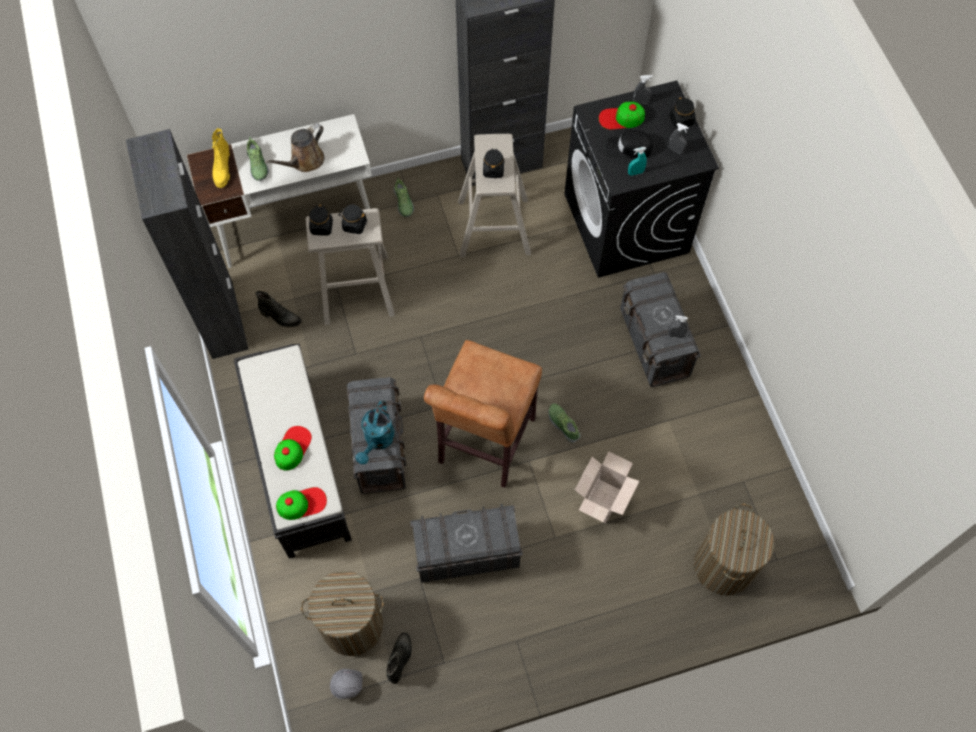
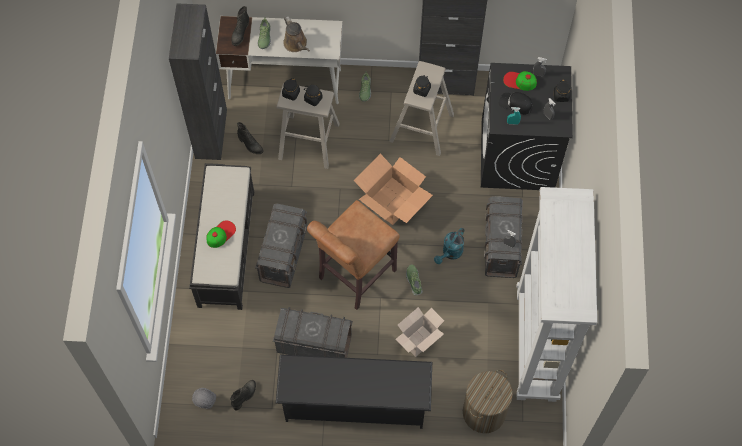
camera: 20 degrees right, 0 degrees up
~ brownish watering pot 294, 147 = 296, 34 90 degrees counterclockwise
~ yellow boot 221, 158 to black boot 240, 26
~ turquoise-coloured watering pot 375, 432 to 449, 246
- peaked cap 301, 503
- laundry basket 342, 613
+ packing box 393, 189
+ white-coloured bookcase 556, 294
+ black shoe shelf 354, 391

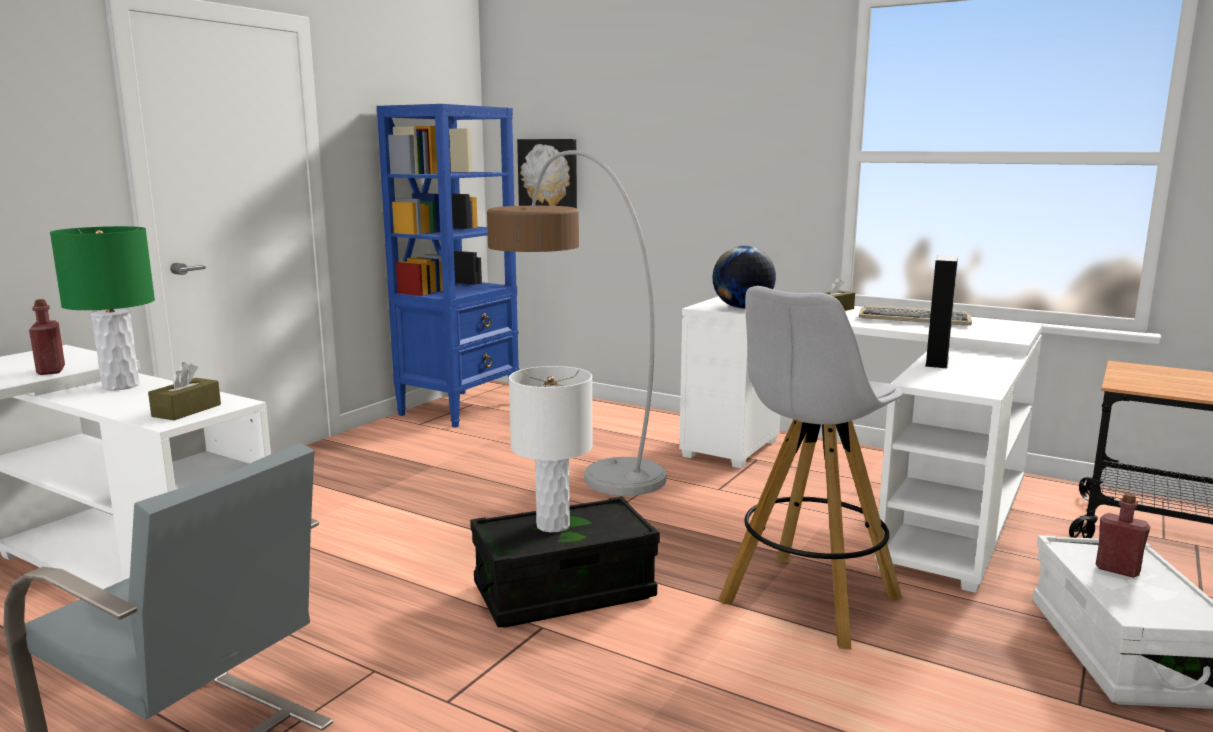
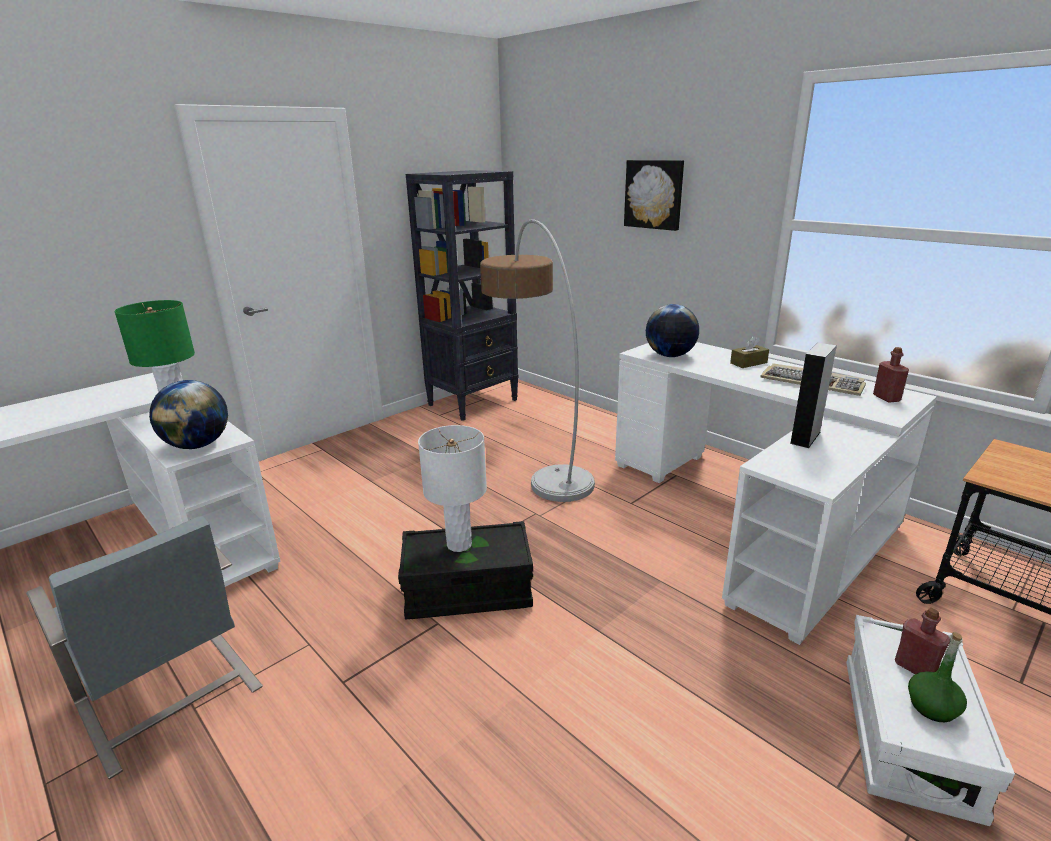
camera: 15 degrees right, 10 degrees up
~ blue bookcase 448, 266 to black bookcase 462, 295
~ wall picture 547, 173 to 654, 195
- white-coloured stool seat 810, 468
~ red beverage bottle 47, 337 to 891, 375
~ brownish box of tissues 184, 391 to globe 188, 414
+ green beverage bottle 937, 677

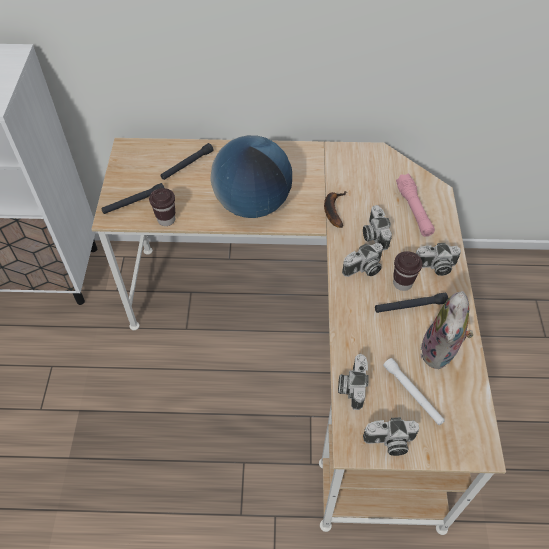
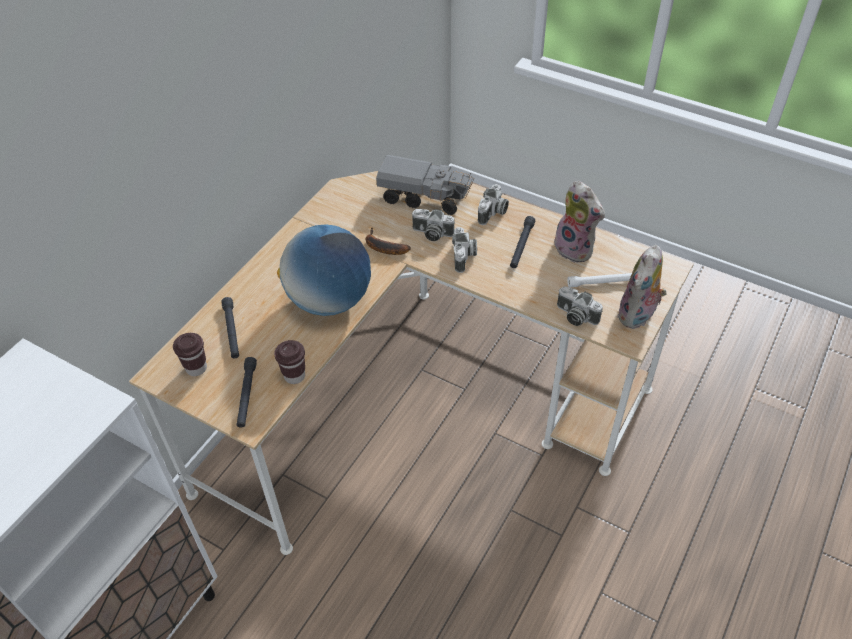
camera: 60 degrees left, 5 degrees down
~ pinkish torch 415, 205 to model truck 425, 185
~ brownish drinking cup 408, 271 to 190, 354
~ photo camera 391, 436 to cuddly toy 642, 287

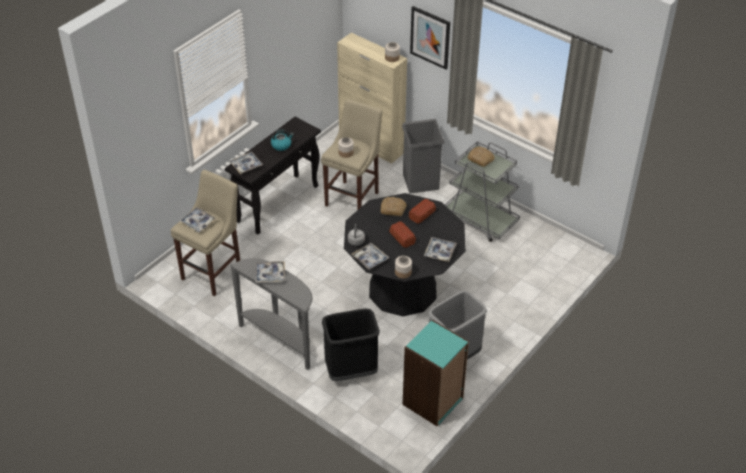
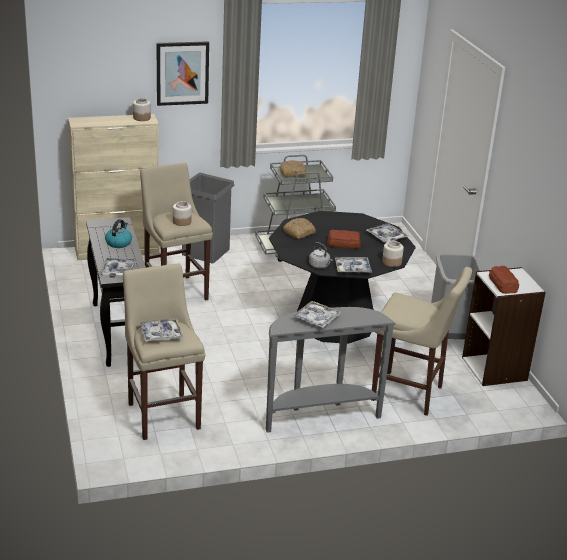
camera: 55 degrees left, 15 degrees down
~ bakery bread 422, 211 to 504, 280
~ black trash can 351, 345 to beige-coloured stool seat 421, 341
~ turquoise-coloured bookcase 436, 373 to white-coloured bookcase 504, 326

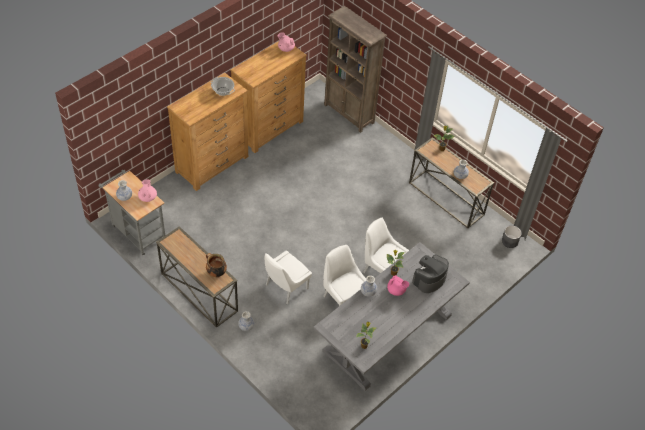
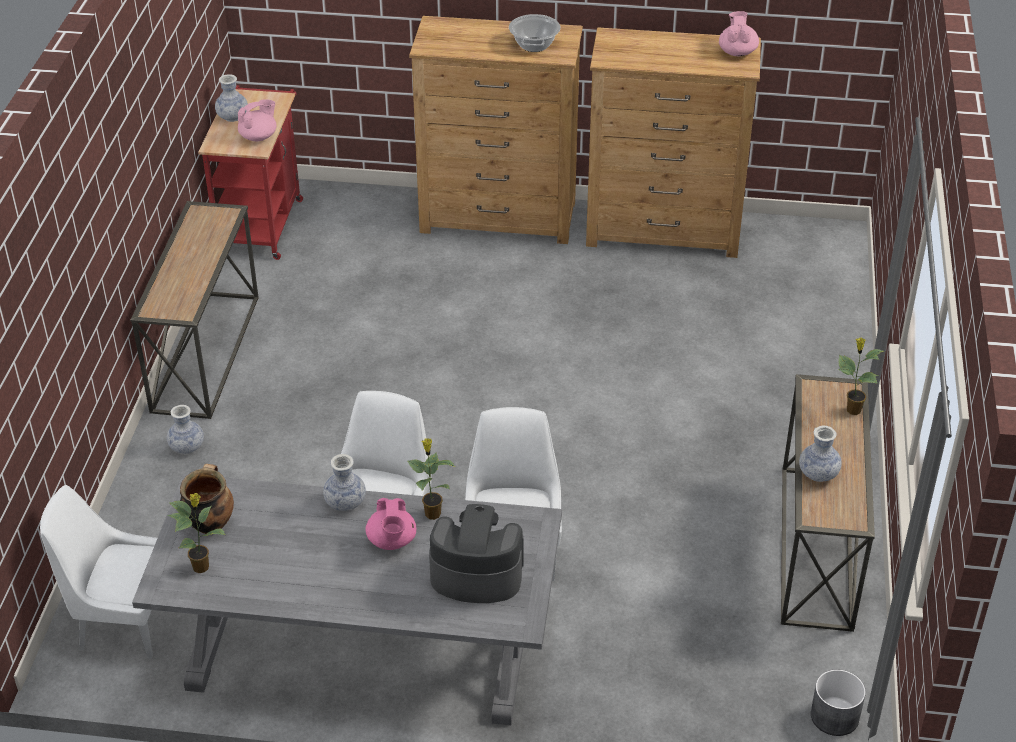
camera: 55 degrees right, 10 degrees down
- brownish bookcase 355, 69
~ grey trolley 132, 212 to red trolley 250, 172
~ white-coloured upright chair 288, 277 to 98, 572
~ cooking pot 216, 265 to 207, 499

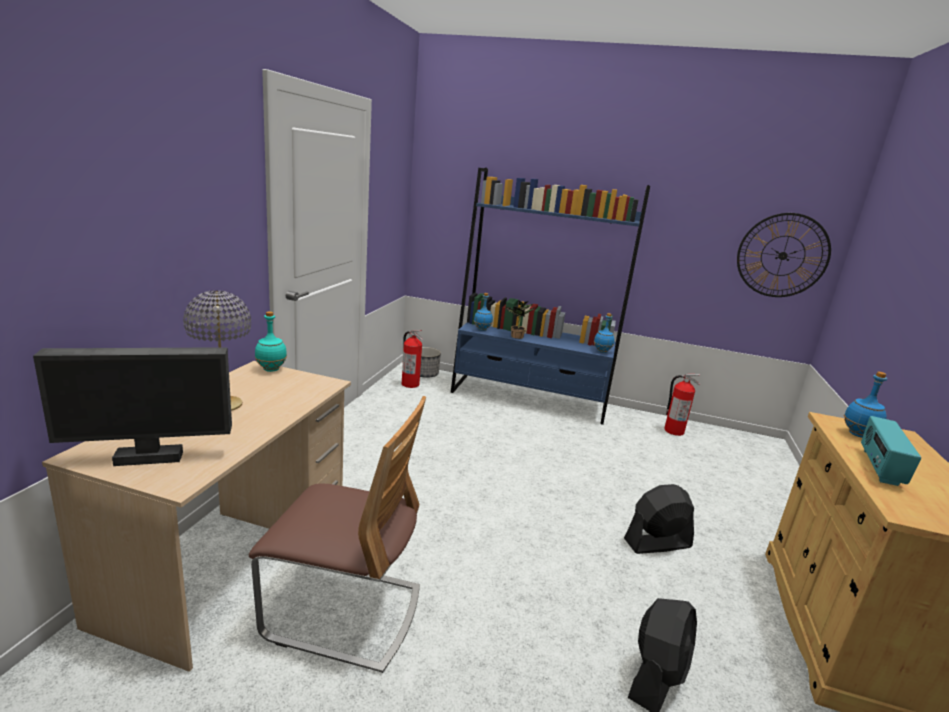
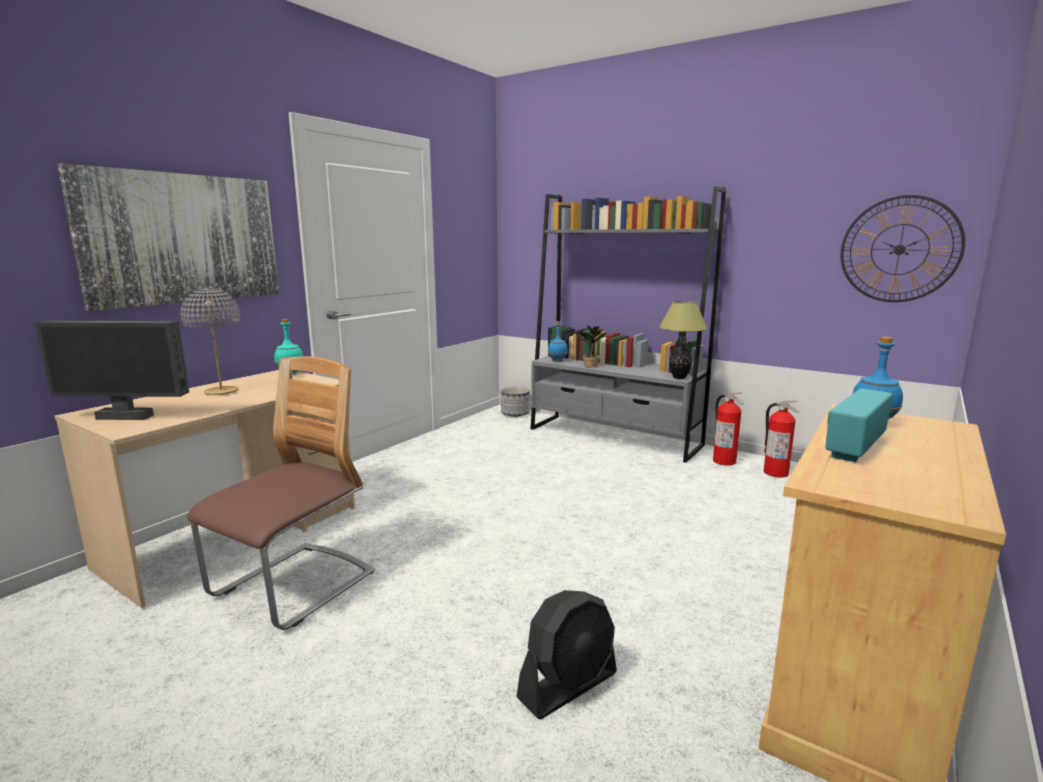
camera: 20 degrees right, 5 degrees down
~ blue bookcase 550, 296 to grey bookcase 628, 324
~ blue beverage bottle 604, 333 to table lamp 683, 340
~ fire extinguisher 412, 359 to 728, 429
~ upright chair 337, 534 = 281, 493 90 degrees counterclockwise
- black cooling fan 659, 519
+ wall picture 168, 237

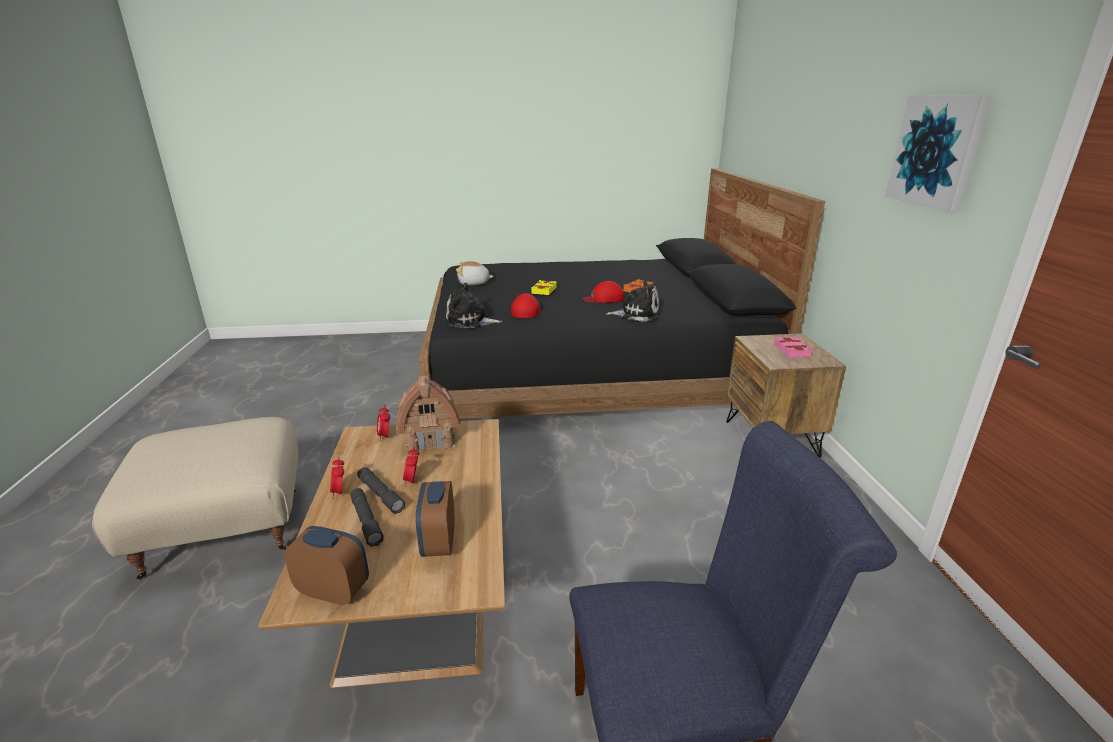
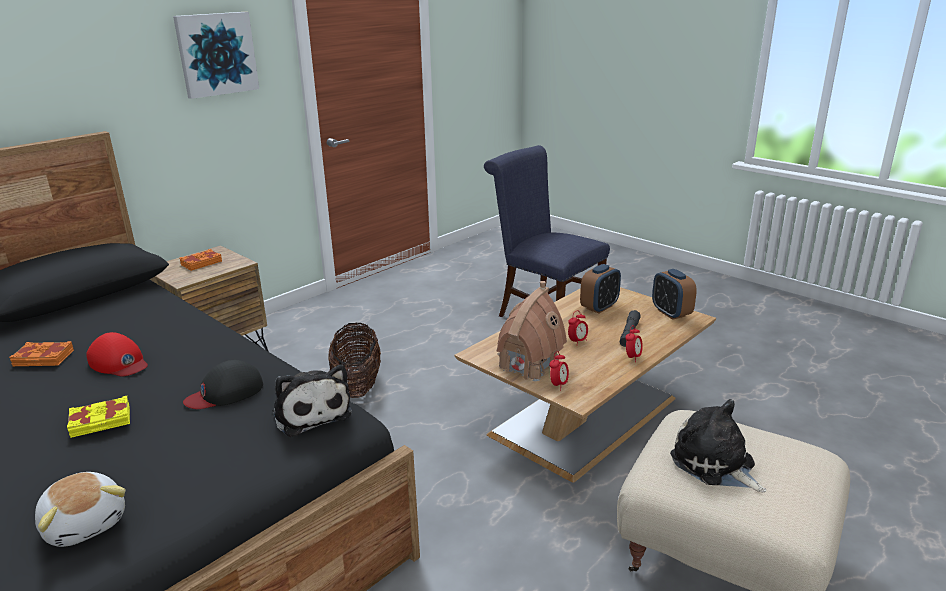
camera: 130 degrees left, 0 degrees up
~ cuddly toy 632, 301 to 718, 445
~ red peaked cap 526, 305 to black peaked cap 223, 384
~ pinkish bound book 793, 347 to orange bound book 201, 260
- grey torch 381, 490
+ basket 354, 360

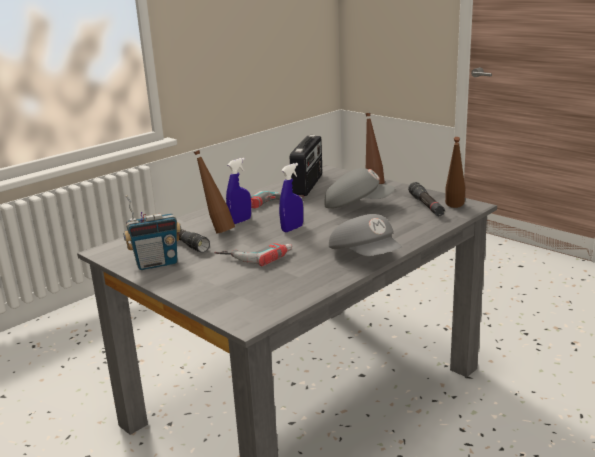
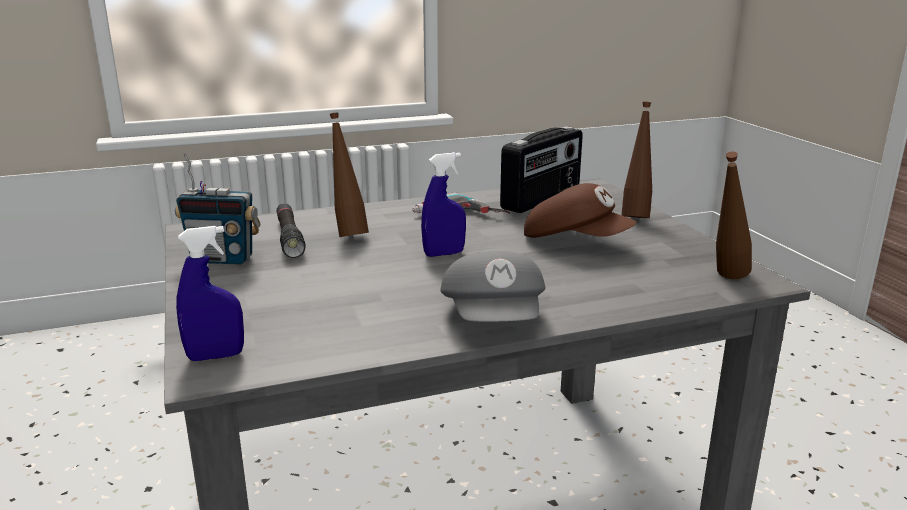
camera: 25 degrees right, 0 degrees up
~ blue spray bottle 238, 191 to 210, 293
~ grey peaked cap 360, 188 to brownish peaked cap 580, 210
- black torch 426, 199
- power drill 253, 255

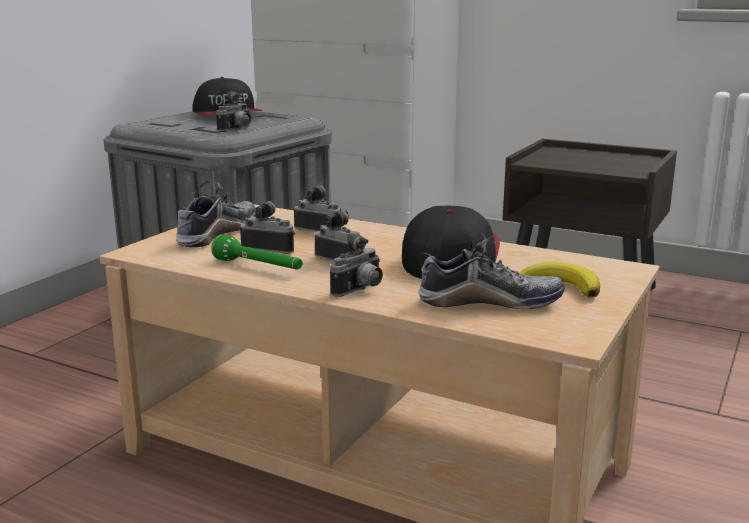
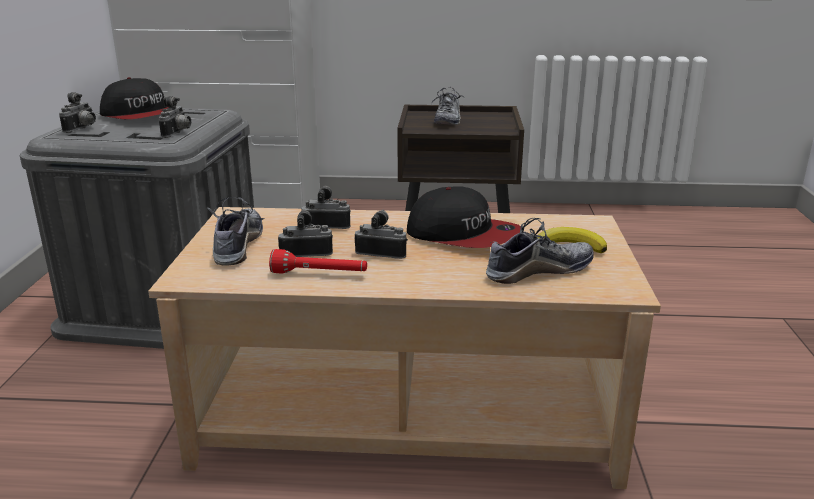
camera: 25 degrees left, 5 degrees up
~ peaked cap 451, 242 = 464, 217 135 degrees clockwise
~ photo camera 356, 265 to 77, 112
~ green torch 256, 252 to red torch 318, 261
+ low shoe 448, 106

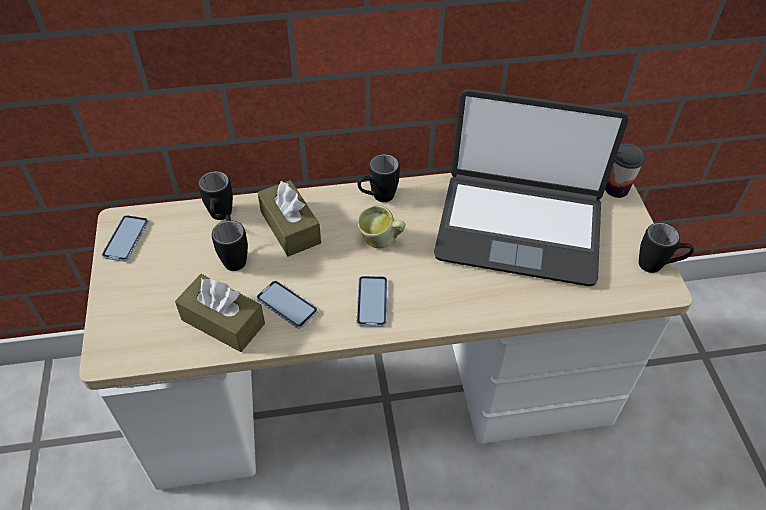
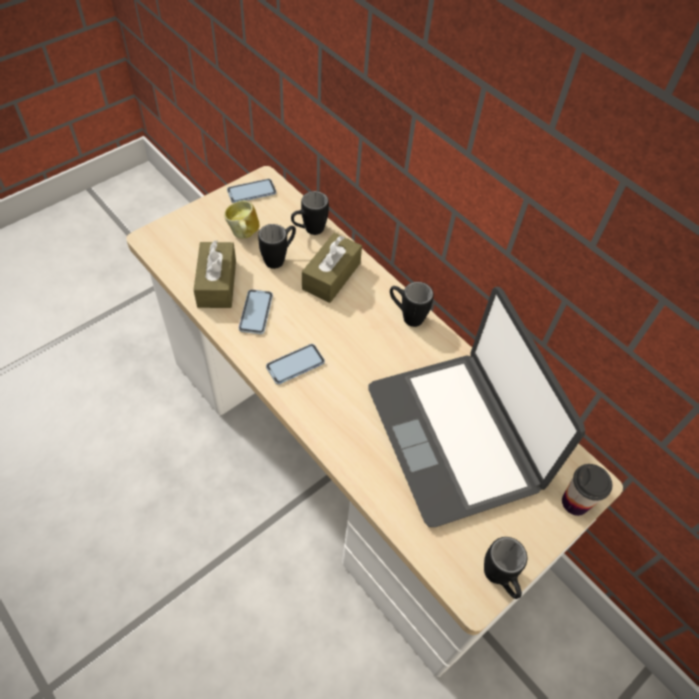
camera: 55 degrees right, 5 degrees up
~ tea mug 381, 226 to 241, 219

